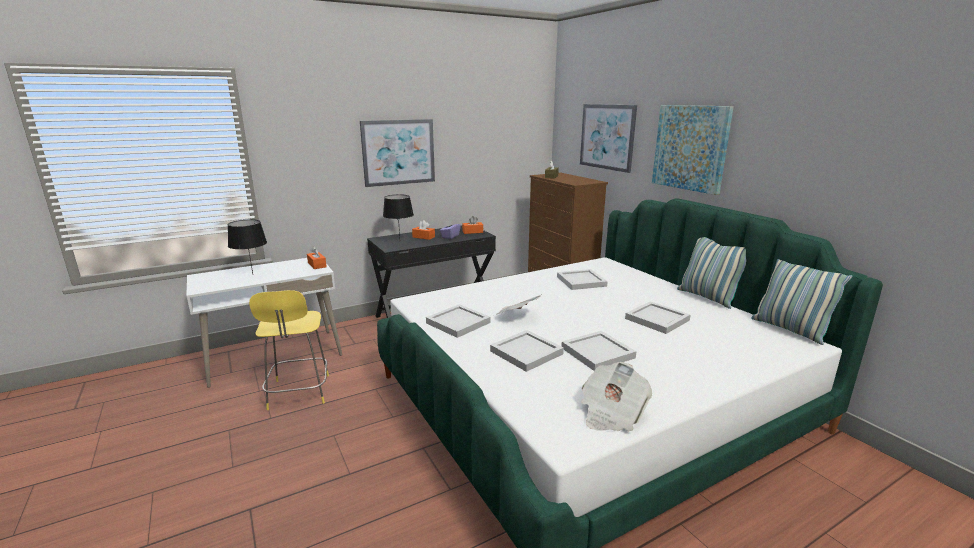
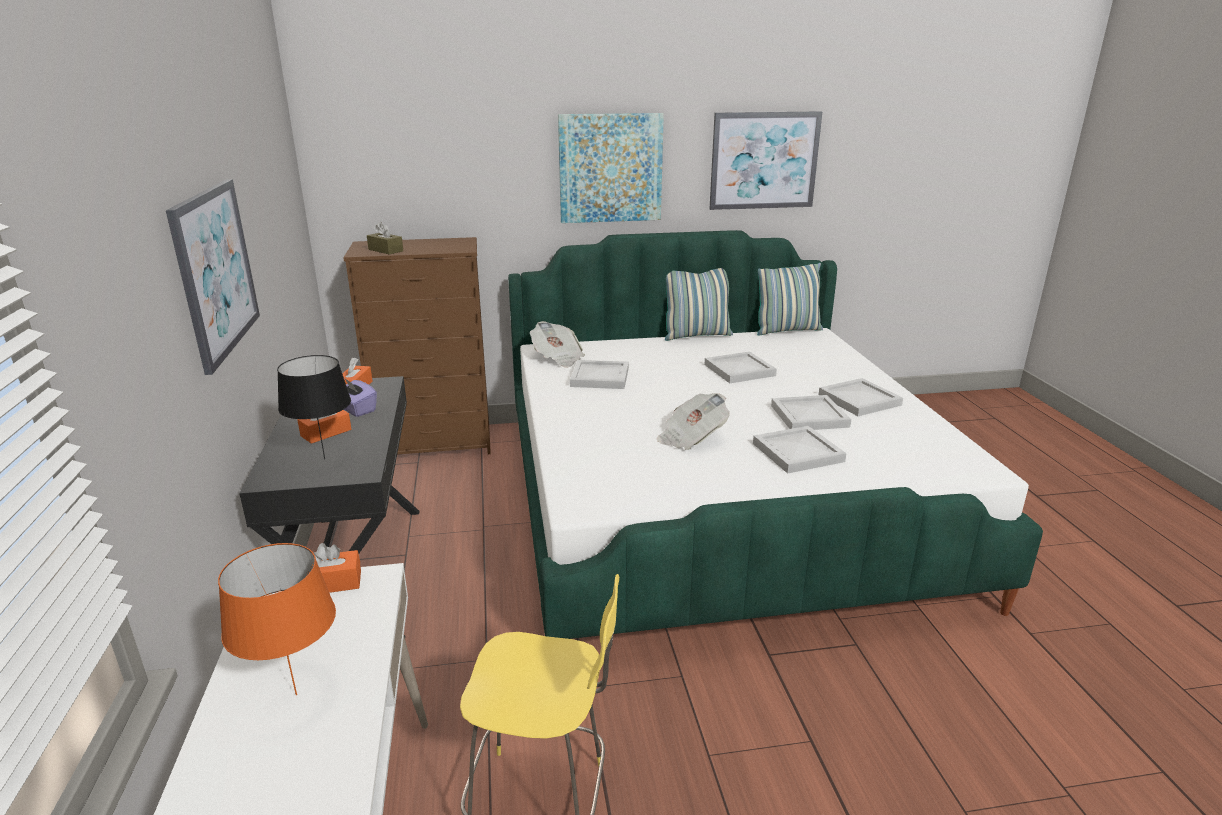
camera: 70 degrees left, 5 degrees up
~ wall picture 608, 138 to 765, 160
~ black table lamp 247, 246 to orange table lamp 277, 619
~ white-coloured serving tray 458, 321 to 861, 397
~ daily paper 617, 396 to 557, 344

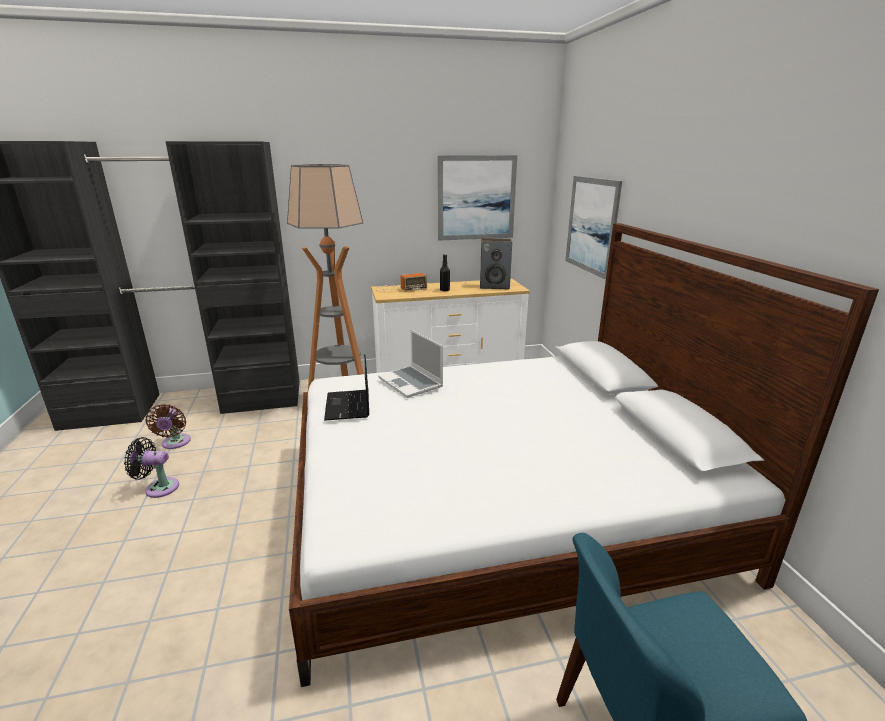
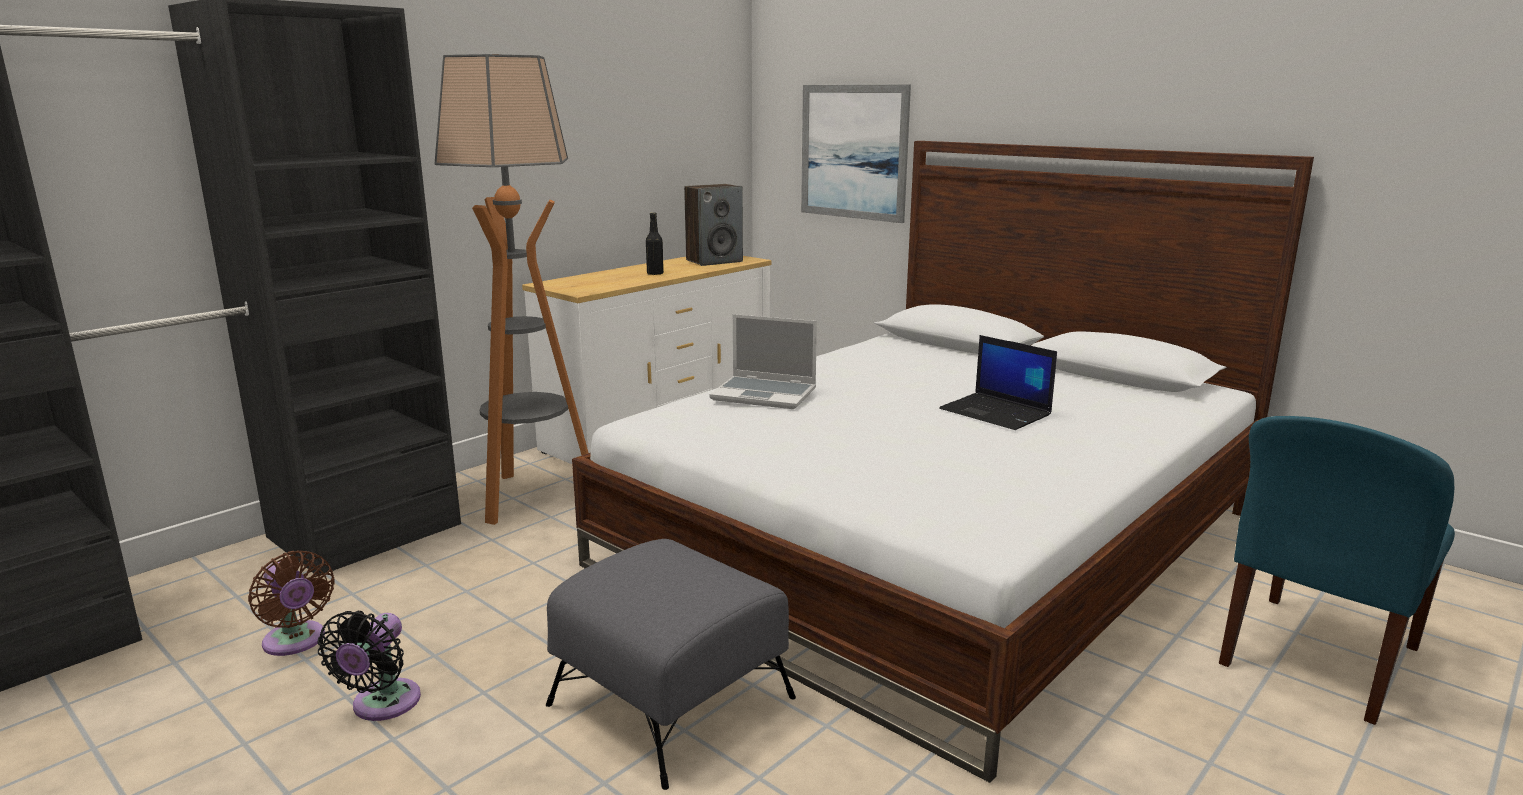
camera: 35 degrees left, 5 degrees down
- wall picture 477, 198
- radio 402, 282
~ notebook computer 346, 387 to 998, 382
~ black cooling fan 151, 467 = 369, 666 45 degrees counterclockwise
+ grey pouffe 671, 664

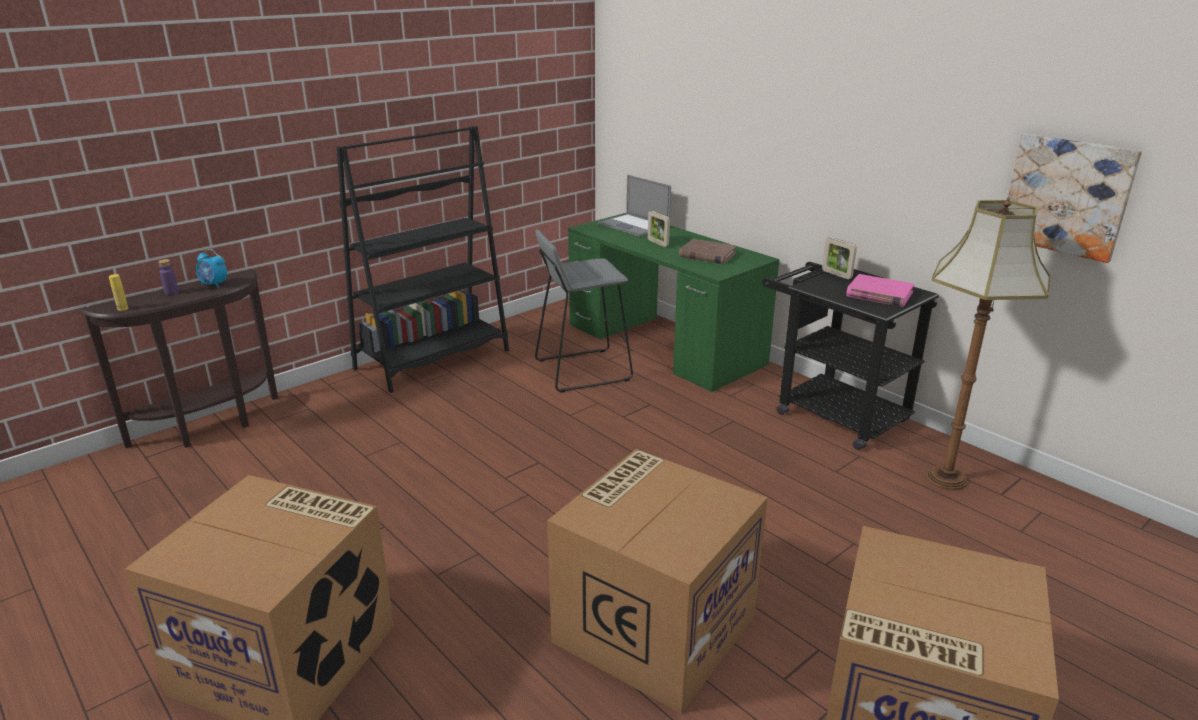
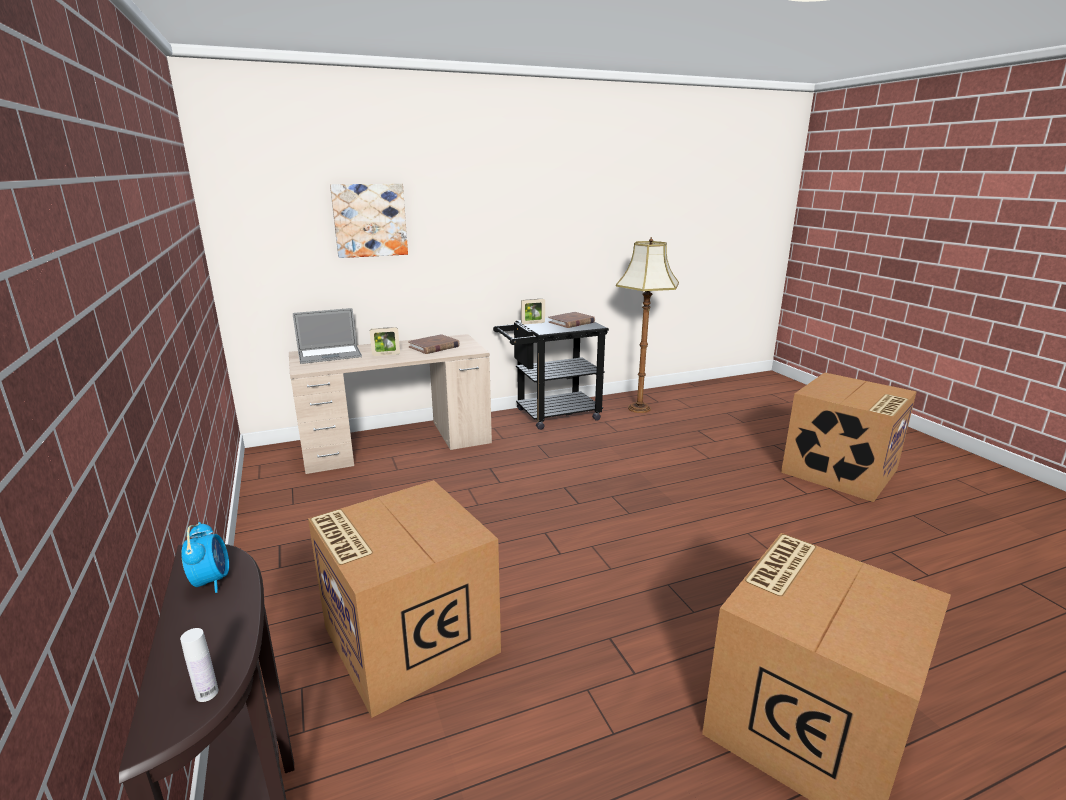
camera: 70 degrees left, 5 degrees down
- black bookcase 423, 259
~ wall picture 1075, 198 to 369, 221
~ green desk 674, 302 to beige-coloured desk 390, 404
- grey stool seat 584, 311
~ table clock 211, 268 = 205, 557 60 degrees counterclockwise
- purple beverage bottle 168, 277
~ yellow beverage bottle 118, 292 to white-coloured beverage bottle 199, 665
~ pinkish bound book 880, 290 to brownish bound book 572, 320
~ packing box 657, 581 to 404, 599

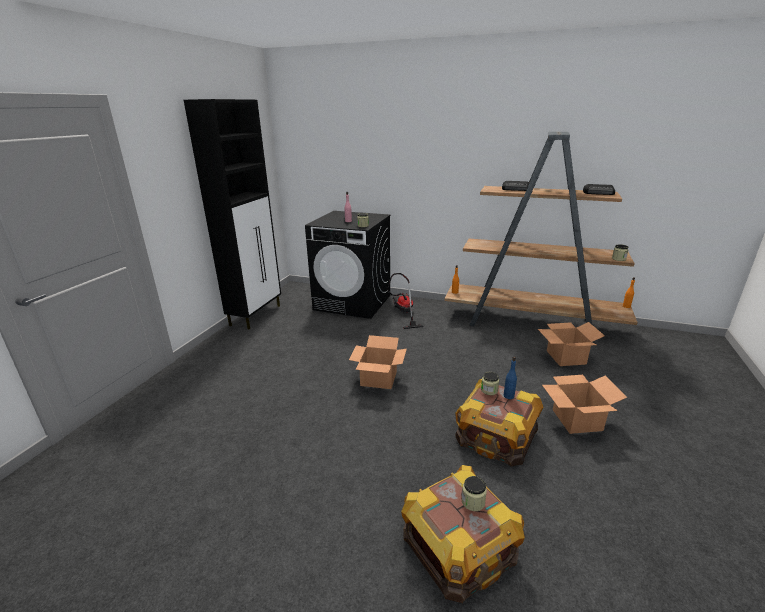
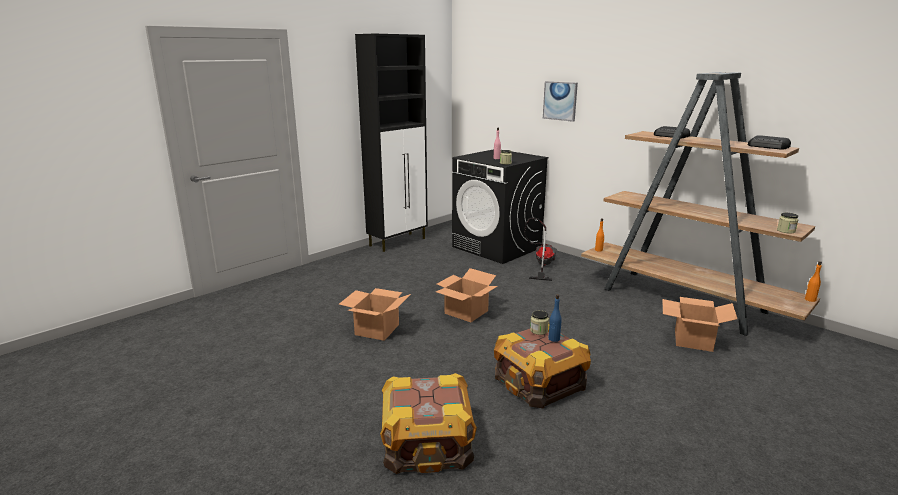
camera: 25 degrees right, 5 degrees down
~ packing box 584, 404 to 375, 314
- storage jar 474, 493
+ wall picture 560, 101

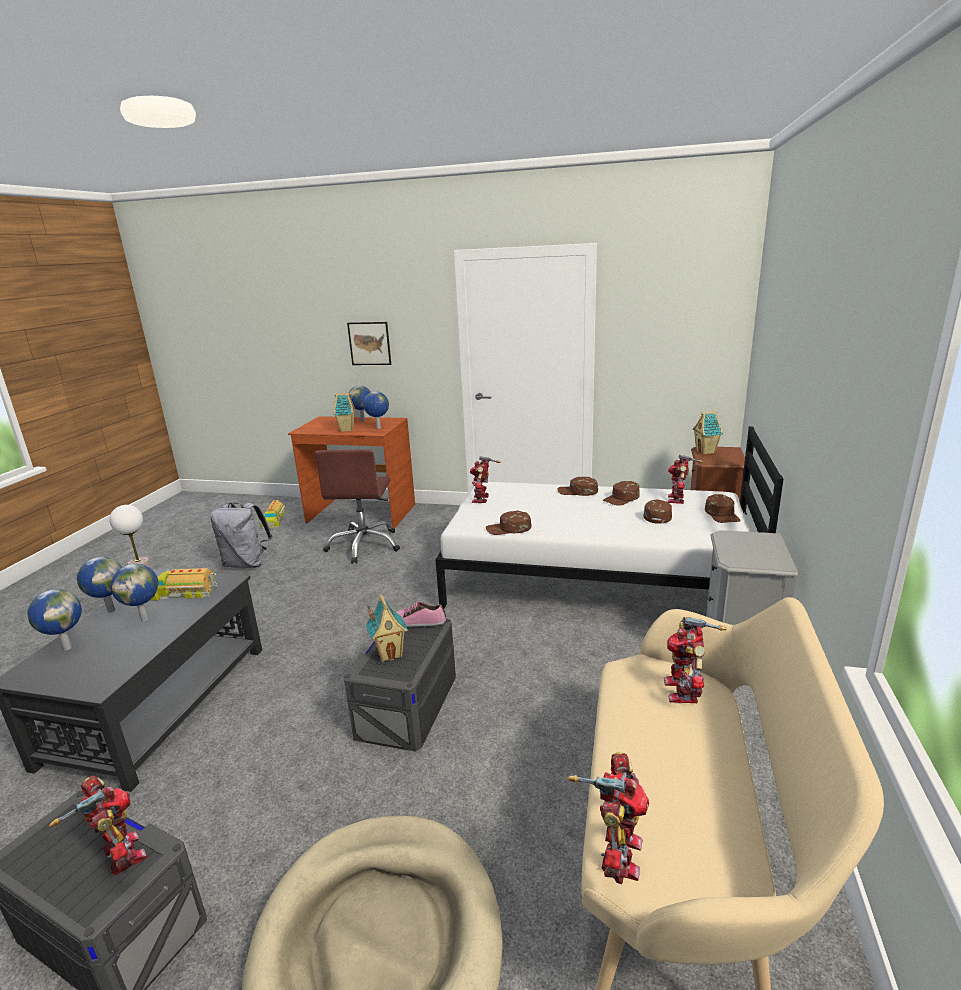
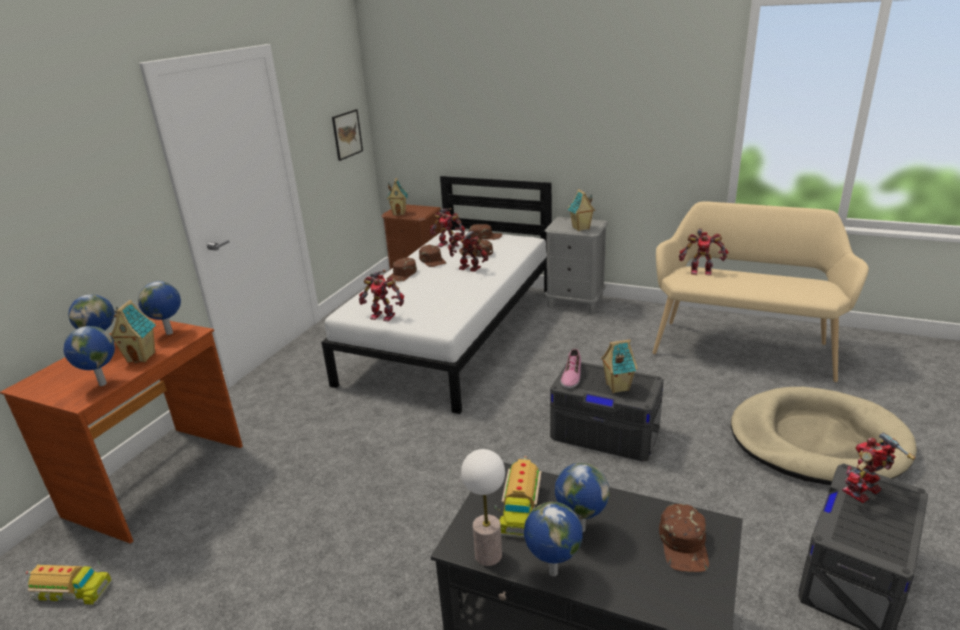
camera: 80 degrees left, 5 degrees up
~ wall picture 369, 343 to 347, 135
- brownish computer chair 357, 506
- grey rucksack 241, 535
~ brownish peaked cap 508, 523 to 684, 538
~ globe 55, 619 to 89, 356
~ model robot 608, 818 to 468, 251
+ toy house 581, 210

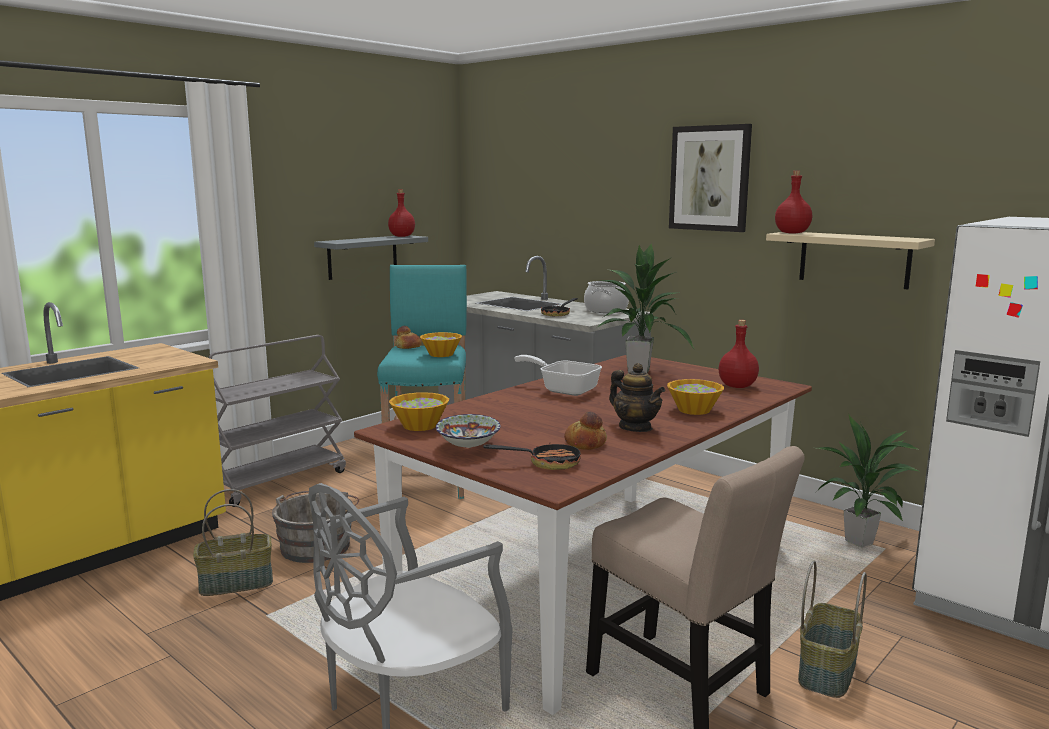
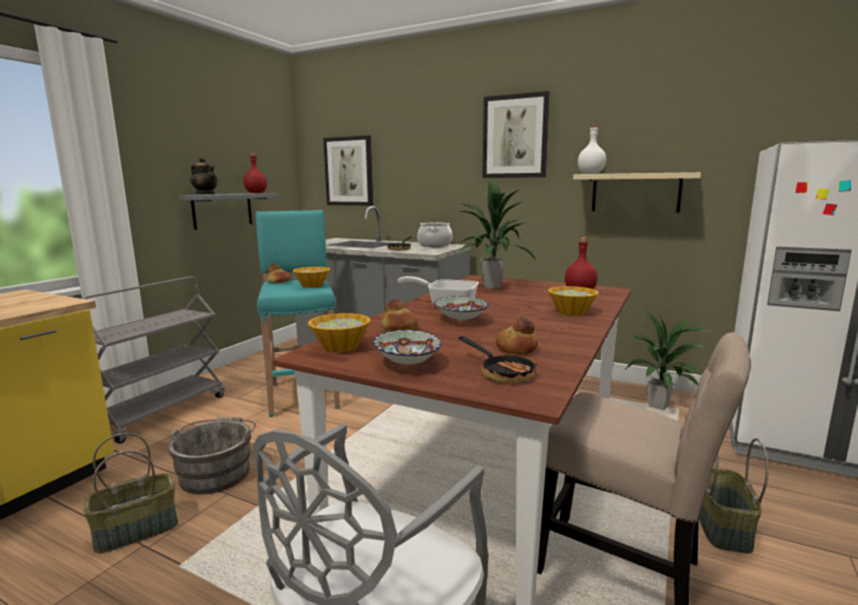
camera: 15 degrees left, 0 degrees up
~ red beverage bottle 793, 202 to white-coloured beverage bottle 592, 149
~ tea pot 637, 397 to 204, 176
~ pan 532, 455 = 497, 359 75 degrees clockwise
+ wall picture 348, 170
+ bowl 461, 308
+ bakery bread 400, 315

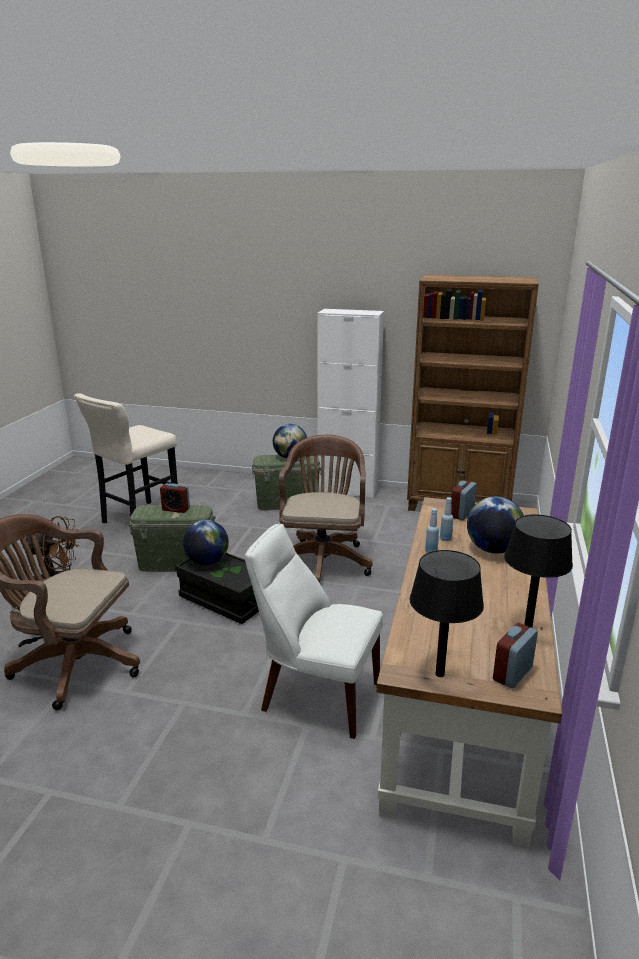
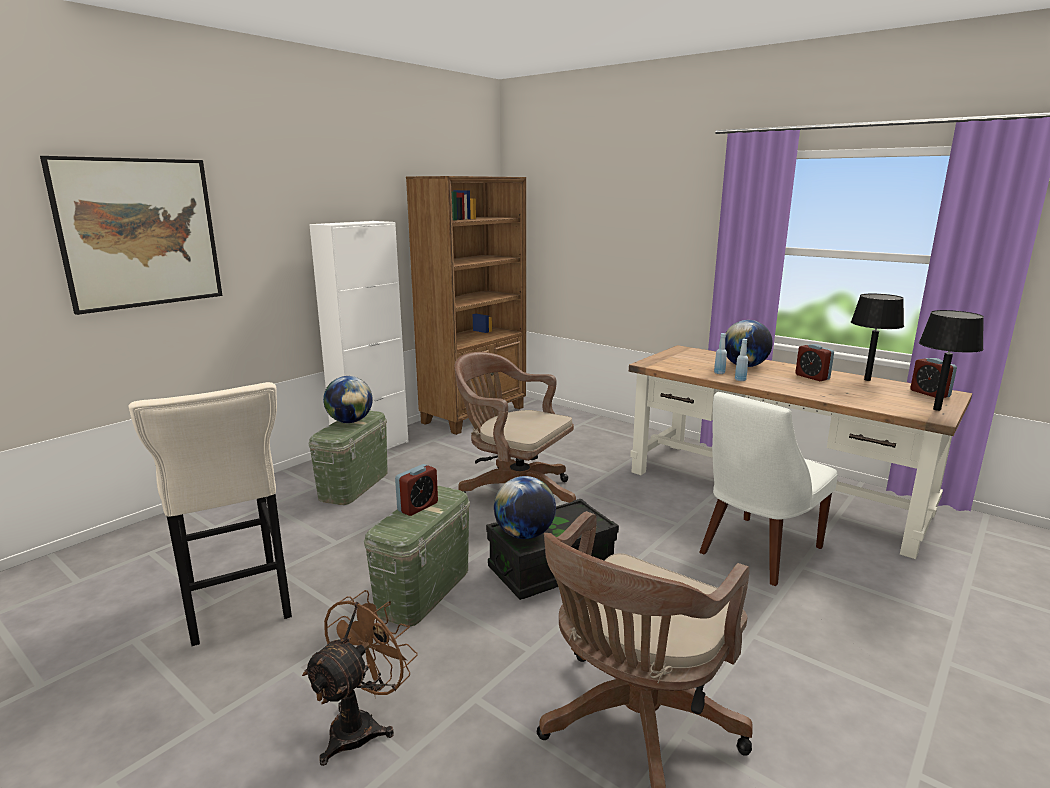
camera: 65 degrees left, 5 degrees down
~ table clock 464, 500 to 814, 362
+ wall picture 131, 235

